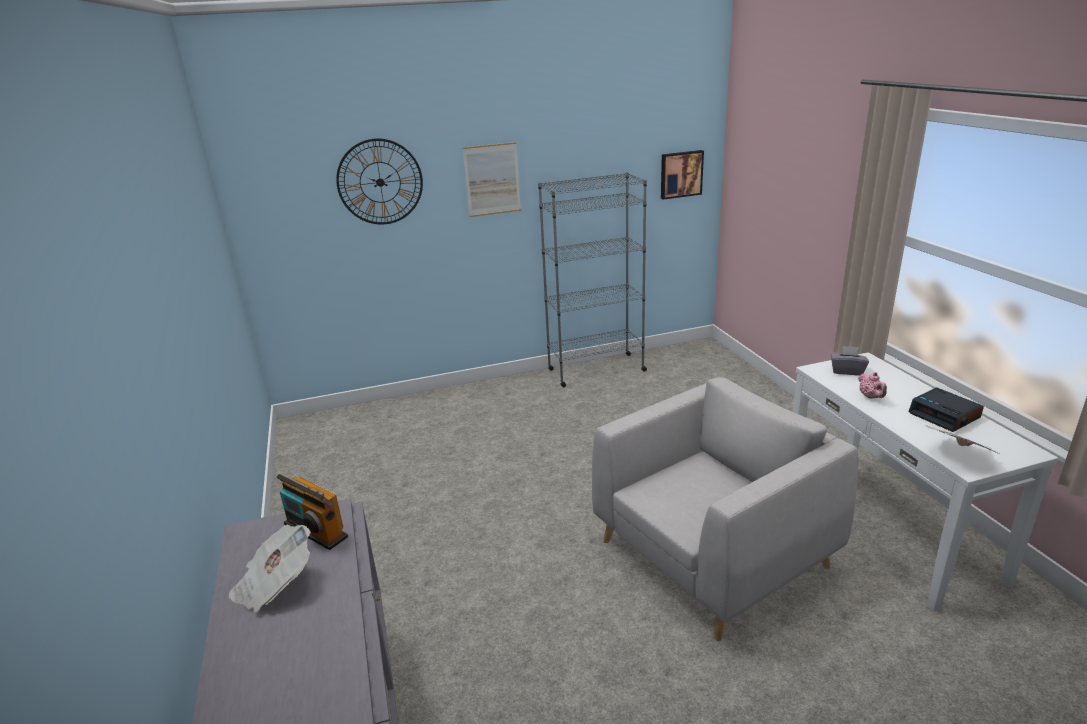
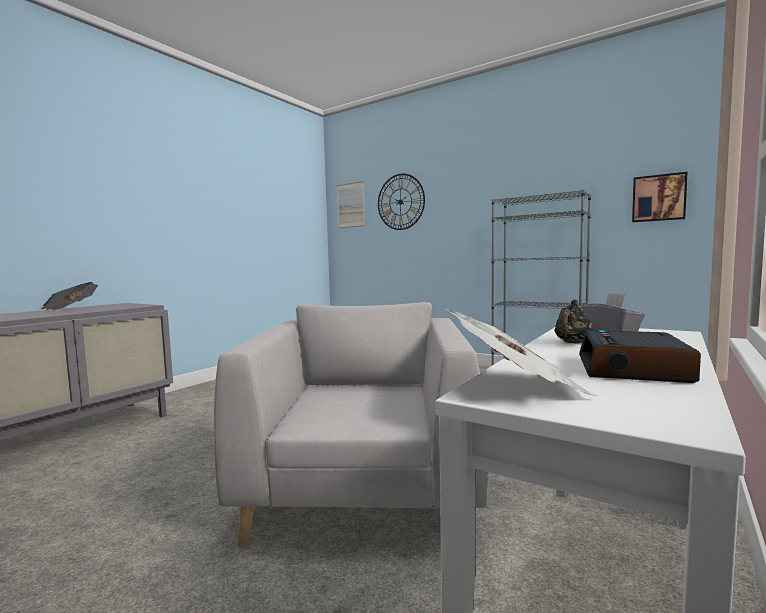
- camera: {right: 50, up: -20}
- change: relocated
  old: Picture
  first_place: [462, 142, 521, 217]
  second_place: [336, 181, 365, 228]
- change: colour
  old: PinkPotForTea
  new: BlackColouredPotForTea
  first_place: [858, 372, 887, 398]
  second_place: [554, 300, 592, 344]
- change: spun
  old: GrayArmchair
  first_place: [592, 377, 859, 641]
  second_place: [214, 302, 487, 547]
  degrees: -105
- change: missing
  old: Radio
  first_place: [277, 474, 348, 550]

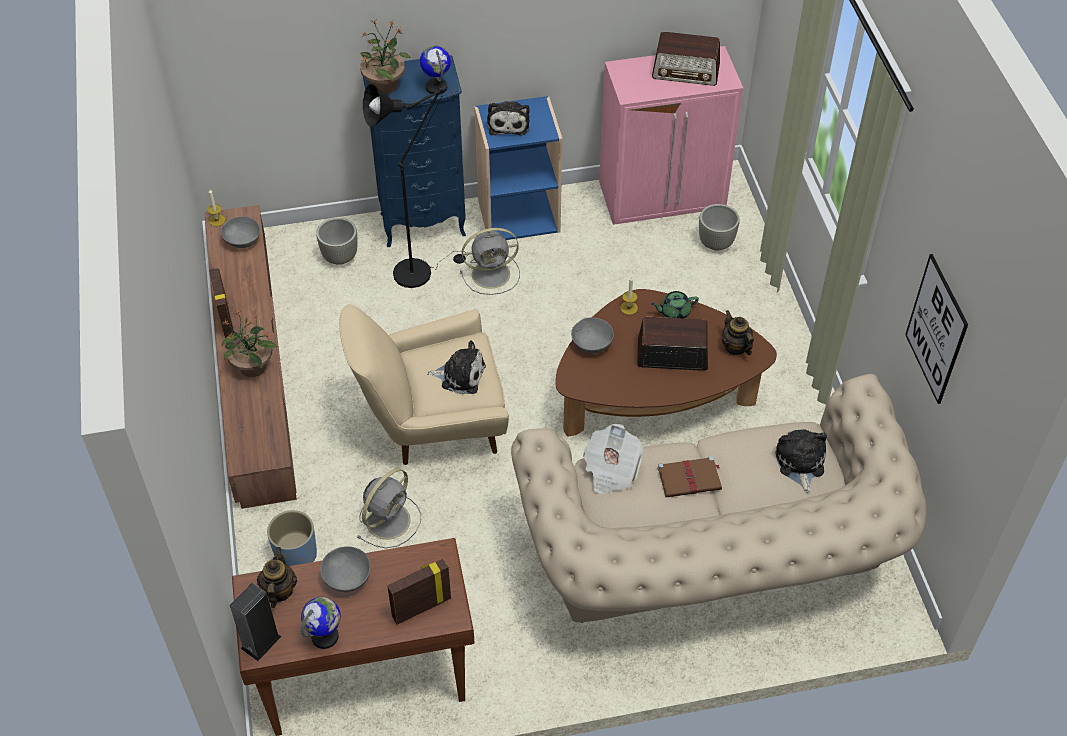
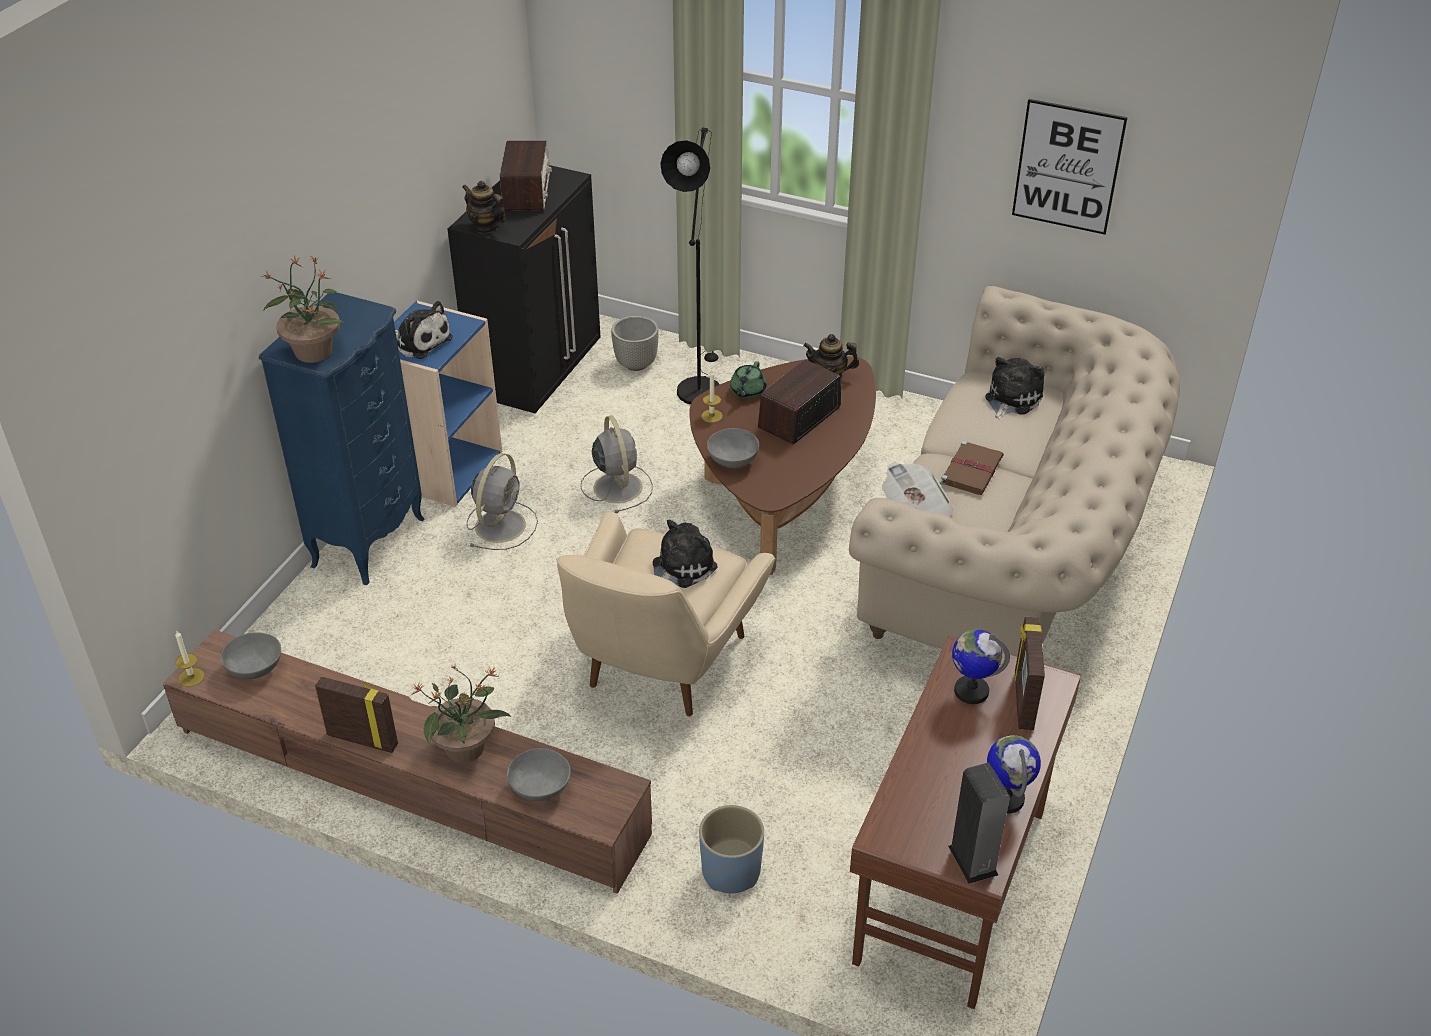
- camera: {right: -55, up: -10}
- change: spun
  old: Radio
  first_place: [652, 32, 720, 86]
  second_place: [500, 141, 552, 211]
  degrees: -45
- change: relocated
  old: DeskGlobe
  first_place: [420, 46, 451, 94]
  second_place: [952, 629, 1010, 704]
- change: colour
  old: PinkCupboard
  new: BlackColouredCupboard
  first_place: [599, 46, 743, 225]
  second_place: [448, 165, 600, 413]
- change: relocated
  old: BlackColouredStandardLamp
  first_place: [363, 84, 466, 288]
  second_place: [660, 128, 720, 405]
- change: missing
  old: GrayPlanter
  first_place: [316, 218, 358, 265]
- change: spun
  old: PlushToy
  first_place: [776, 429, 827, 493]
  second_place: [985, 357, 1044, 420]
  degrees: 90
- change: relocated
  old: GrayElectricFan
  first_place: [356, 468, 421, 548]
  second_place: [581, 415, 653, 513]
- change: relocated
  old: GrayBowl
  first_place: [320, 546, 371, 592]
  second_place: [507, 748, 571, 801]
- change: relocated
  old: PotForTea
  first_place: [257, 547, 297, 608]
  second_place: [462, 181, 506, 234]

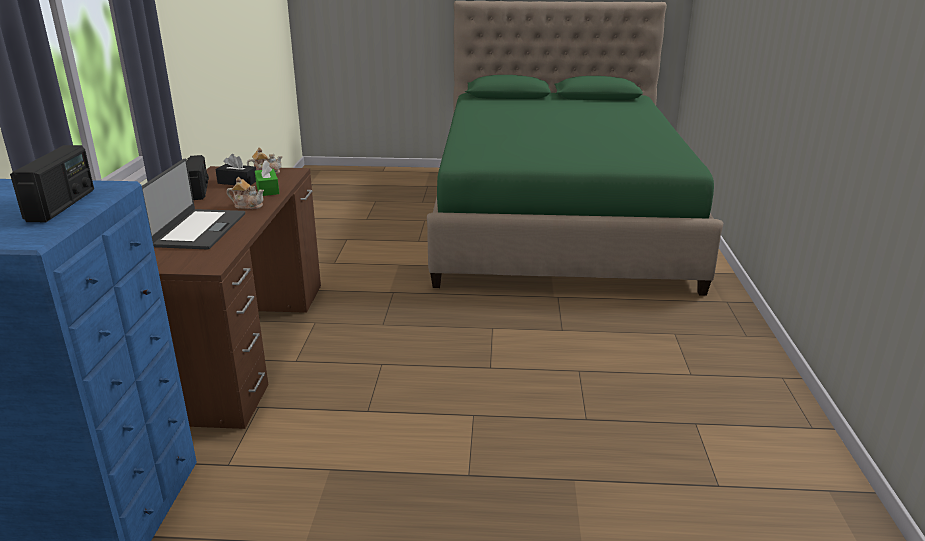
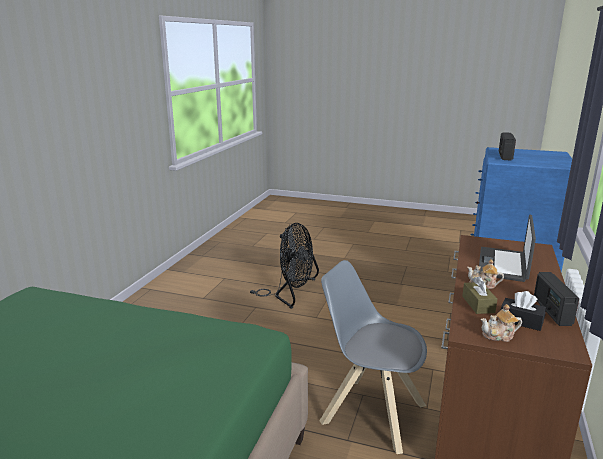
- camera: {right: -165, up: -5}
- change: colour
  old: GreenishTissueBox
  new: BrownTissueBox
  first_place: [255, 160, 279, 196]
  second_place: [462, 276, 497, 314]
- change: appeared
  new: BlackColouredElectricFan
  second_place: [250, 223, 319, 309]
- change: appeared
  new: GrayPlainChair
  second_place: [320, 260, 427, 454]

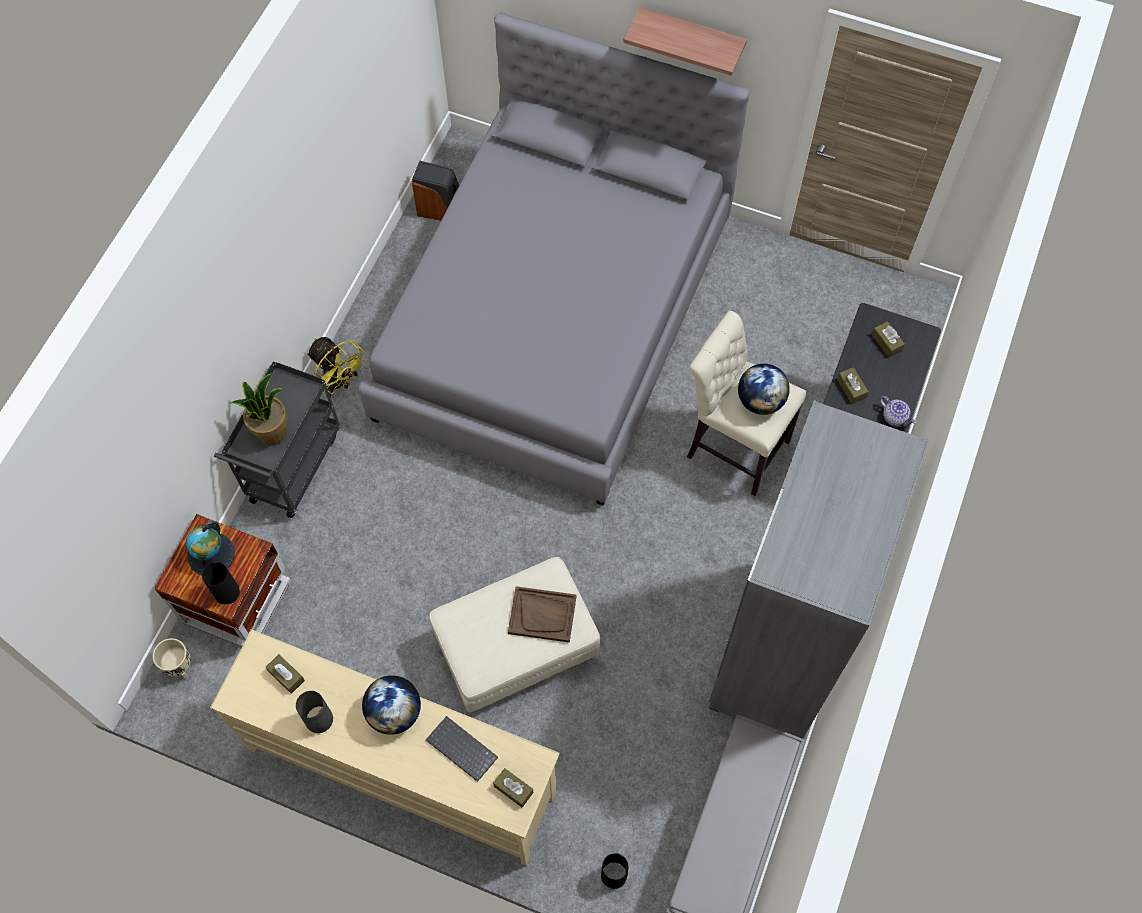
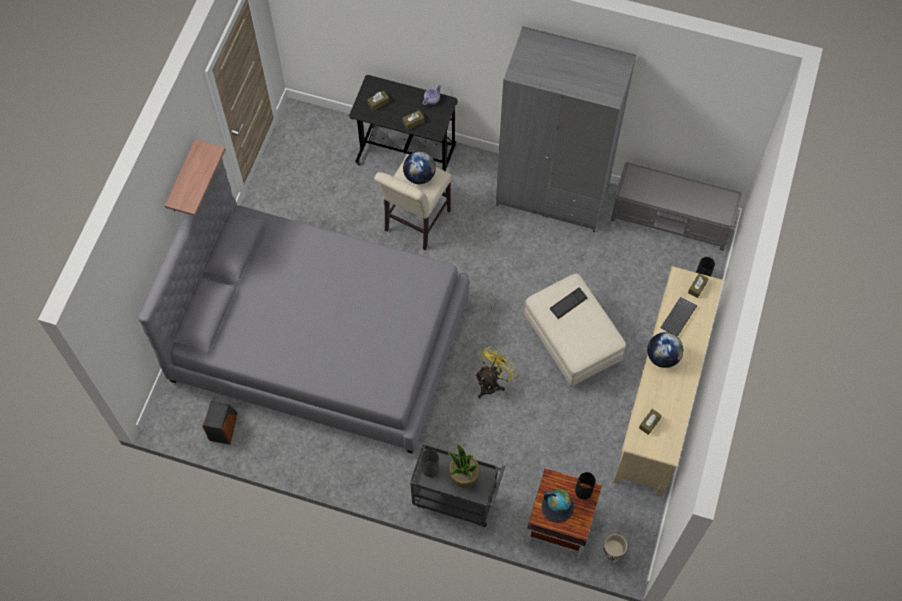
- camera: {right: -95, up: 0}
- change: relocated
  old: YellowElectricFan
  first_place: [307, 337, 366, 397]
  second_place: [475, 346, 517, 399]
- change: exchanged
  old: BrownCarryingTray
  new: PcKeyboard
  first_place: [508, 586, 577, 643]
  second_place: [550, 288, 588, 319]
- change: relocated
  old: GrayDecorativeVase
  first_place: [296, 691, 333, 733]
  second_place: [421, 449, 439, 477]

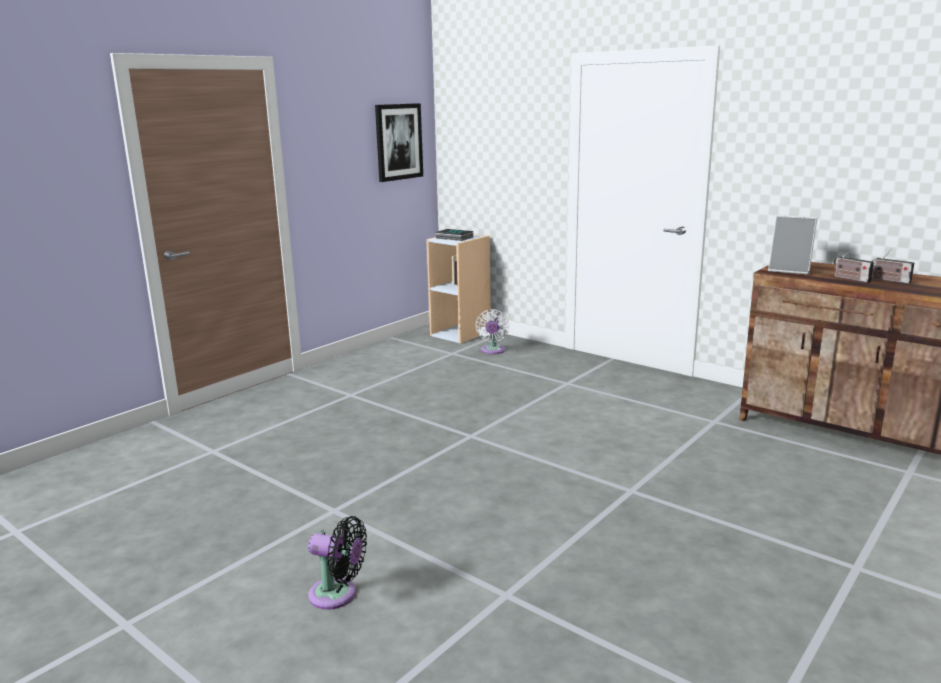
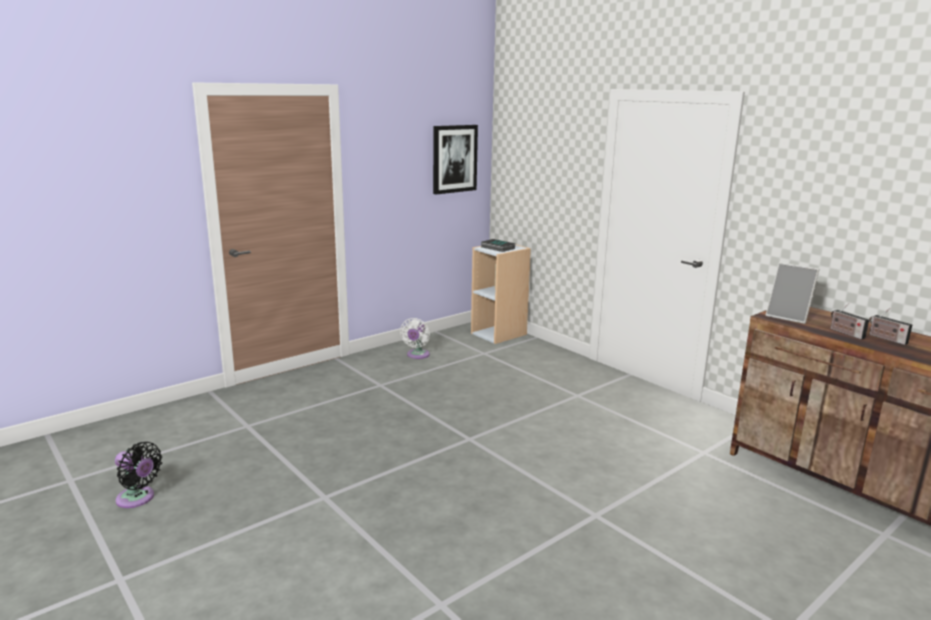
- camera: {right: 10, up: 0}
- change: relocated
  old: WhiteColouredElectricFan
  first_place: [475, 309, 509, 354]
  second_place: [400, 318, 430, 359]
- change: relocated
  old: BlackColouredElectricFan
  first_place: [308, 516, 367, 610]
  second_place: [115, 442, 162, 508]

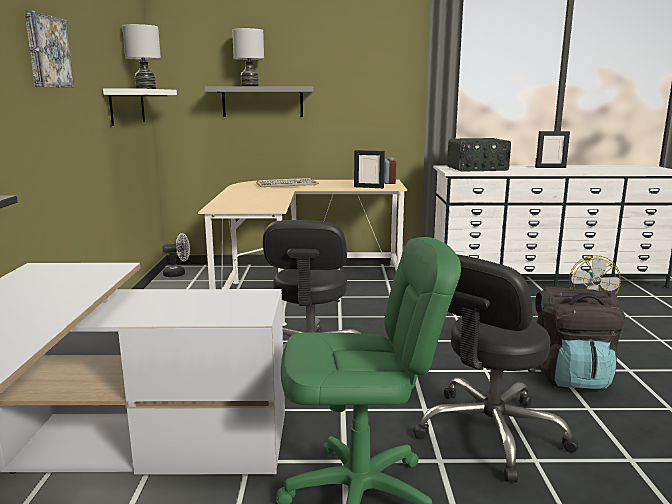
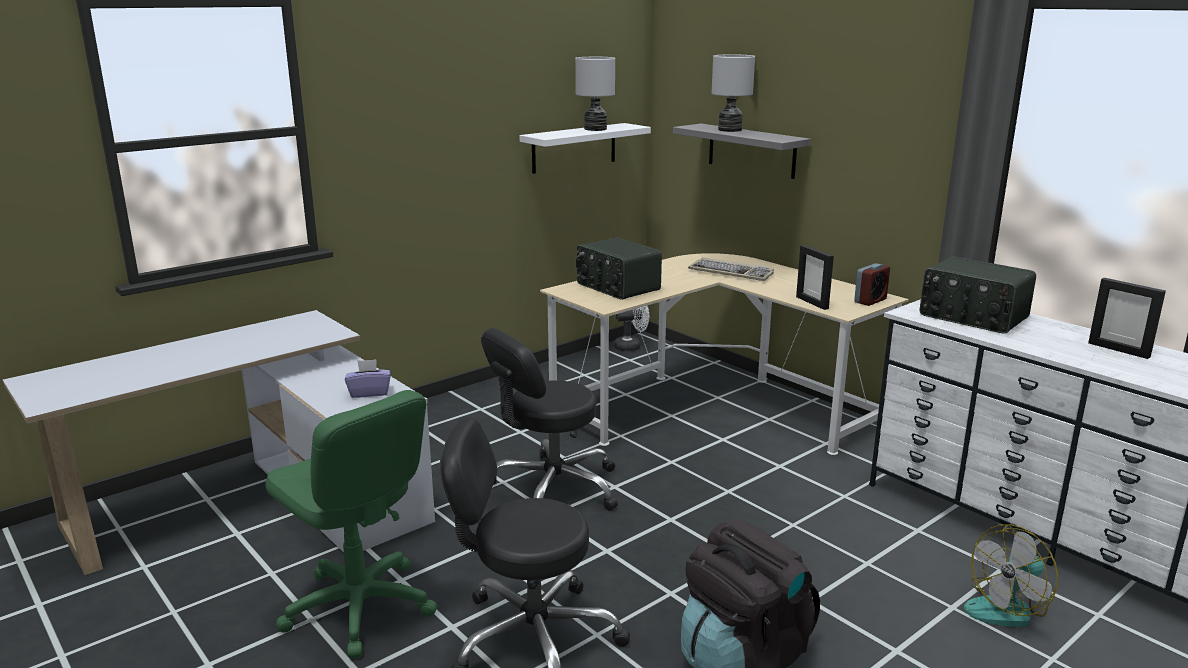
- camera: {right: 50, up: 5}
- change: missing
  old: Picture
  first_place: [25, 11, 74, 88]
- change: spun
  old: WhiteColouredElectricFan
  first_place: [162, 233, 190, 277]
  second_place: [614, 306, 649, 351]
  degrees: -45
- change: appeared
  new: Radio
  second_place: [576, 237, 662, 300]
- change: appeared
  new: PurpleTissueBox
  second_place: [345, 359, 390, 398]

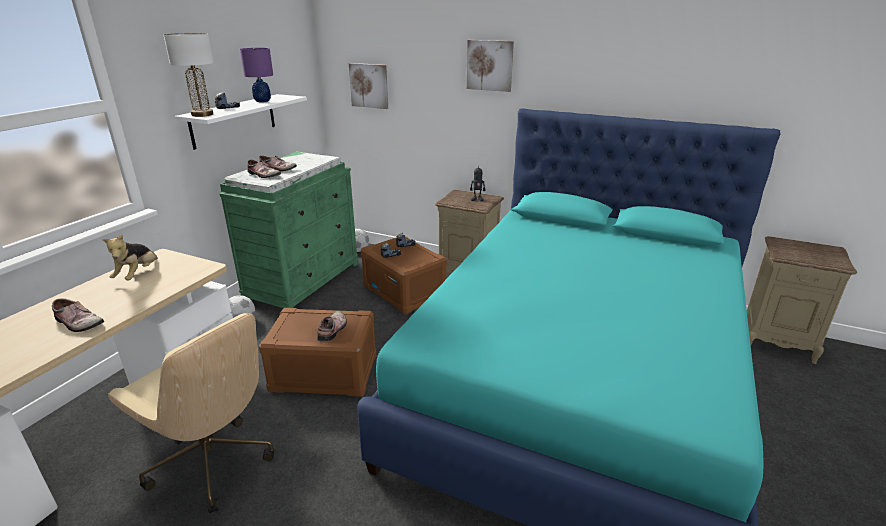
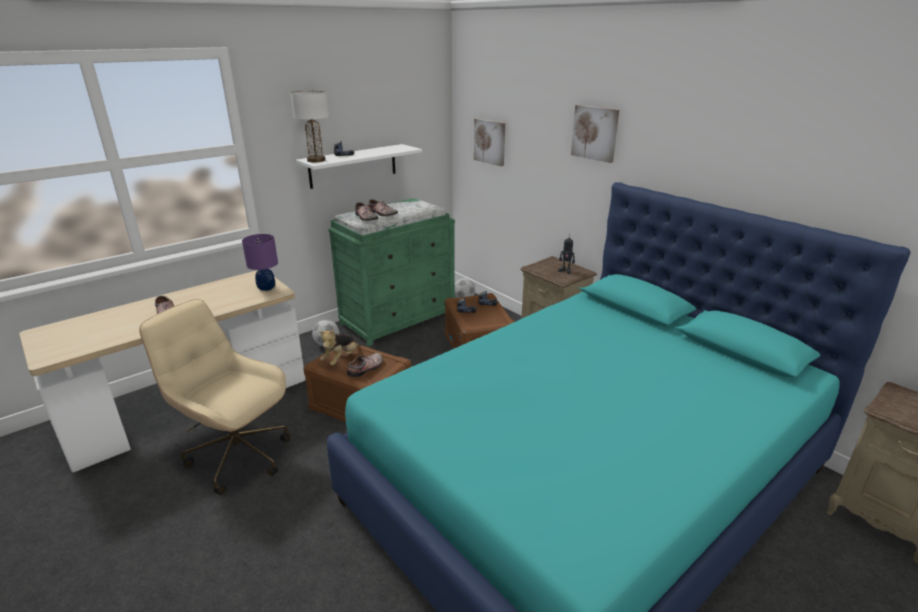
- camera: {right: 25, up: 0}
- change: relocated
  old: PurpleTabletopLamp
  first_place: [240, 48, 273, 102]
  second_place: [242, 234, 278, 291]
- change: relocated
  old: PlushToy
  first_place: [102, 234, 158, 280]
  second_place: [319, 329, 360, 366]
- change: spun
  old: BeigeColouredDeskChair
  first_place: [108, 313, 274, 513]
  second_place: [139, 299, 291, 495]
  degrees: 150

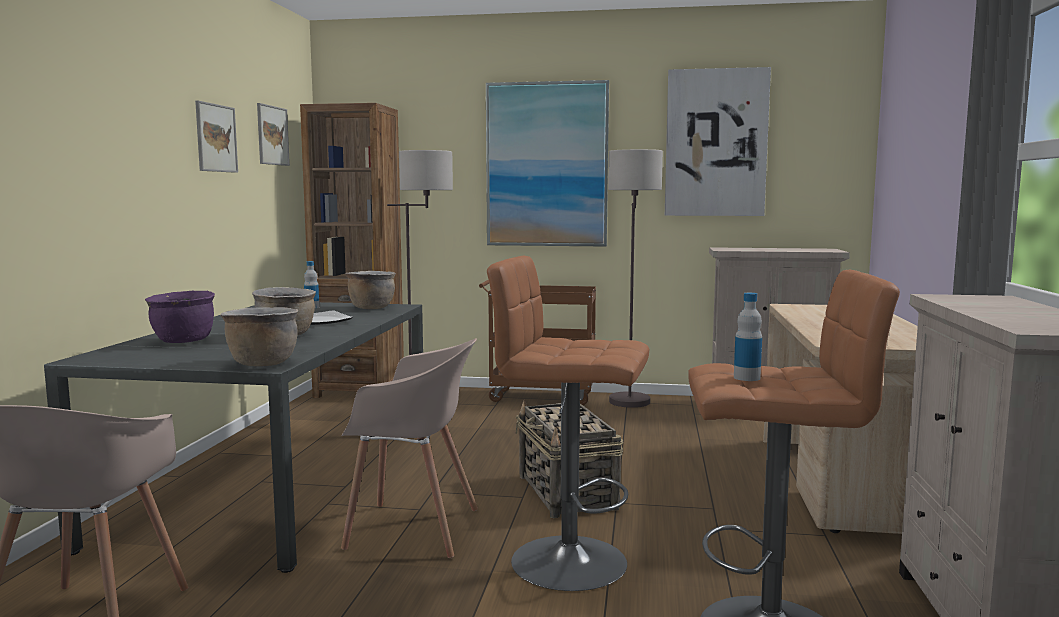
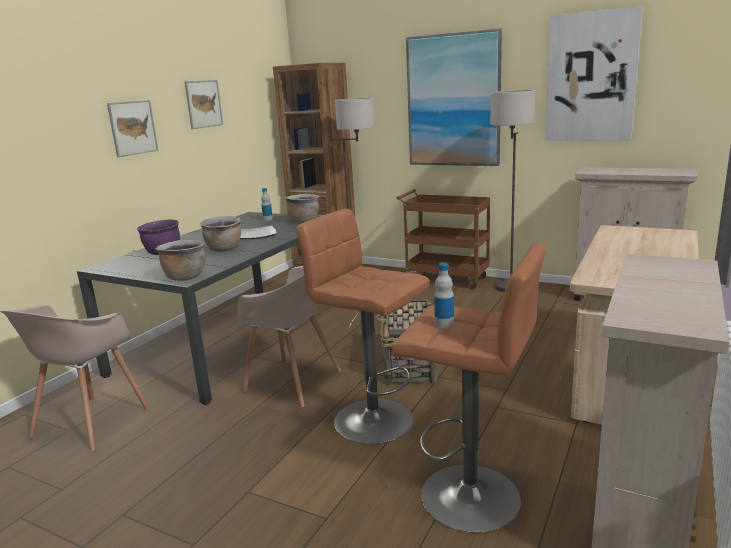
- camera: {right: 20, up: 10}
- change: relocated
  old: Picture
  first_place: [257, 103, 290, 166]
  second_place: [107, 100, 159, 157]

